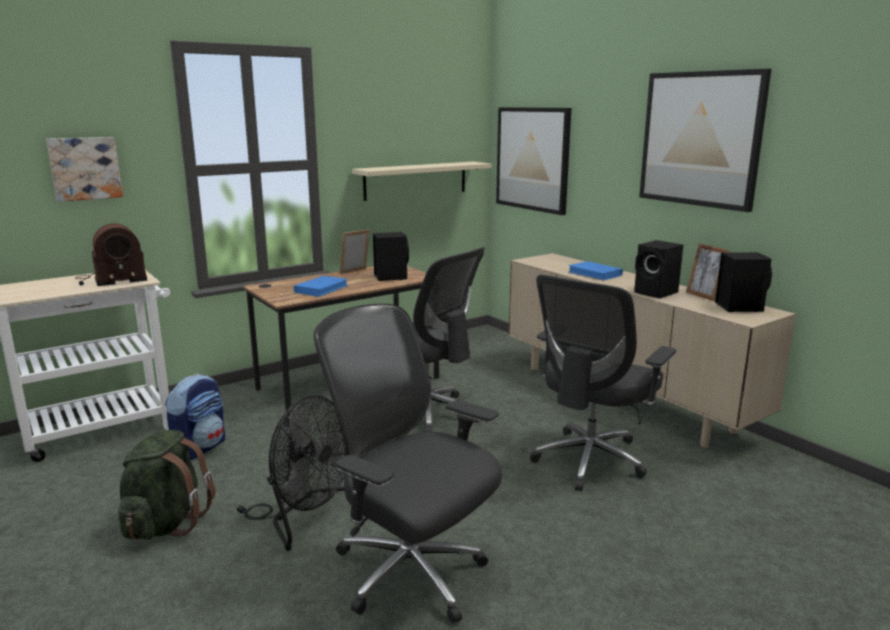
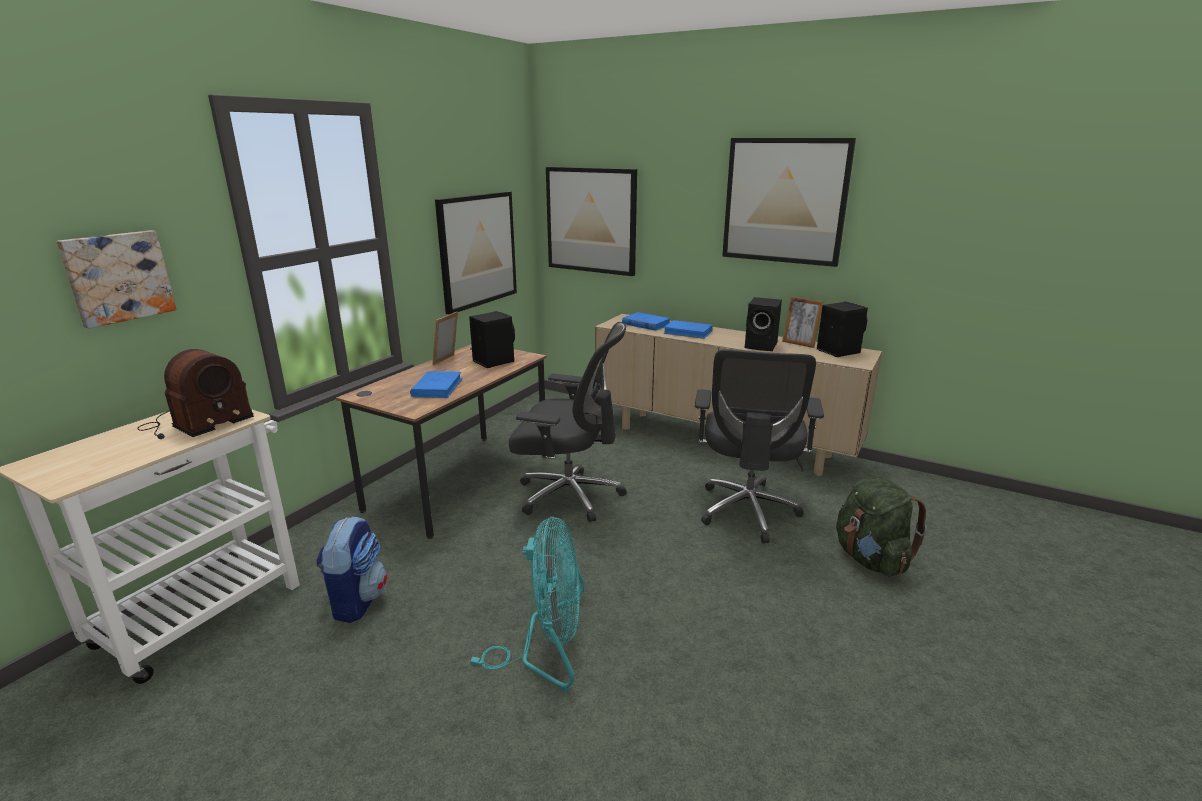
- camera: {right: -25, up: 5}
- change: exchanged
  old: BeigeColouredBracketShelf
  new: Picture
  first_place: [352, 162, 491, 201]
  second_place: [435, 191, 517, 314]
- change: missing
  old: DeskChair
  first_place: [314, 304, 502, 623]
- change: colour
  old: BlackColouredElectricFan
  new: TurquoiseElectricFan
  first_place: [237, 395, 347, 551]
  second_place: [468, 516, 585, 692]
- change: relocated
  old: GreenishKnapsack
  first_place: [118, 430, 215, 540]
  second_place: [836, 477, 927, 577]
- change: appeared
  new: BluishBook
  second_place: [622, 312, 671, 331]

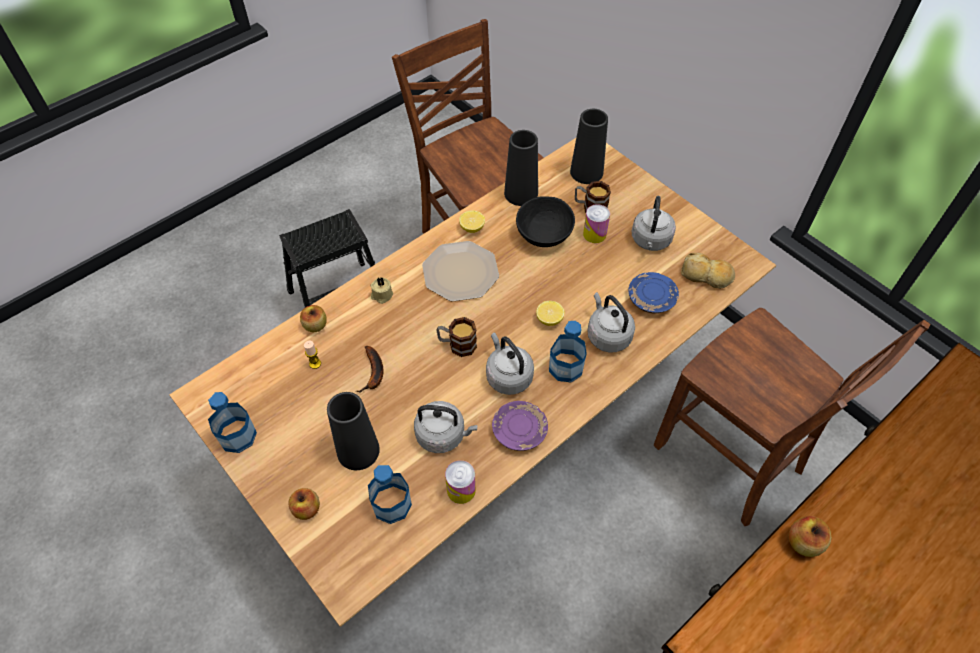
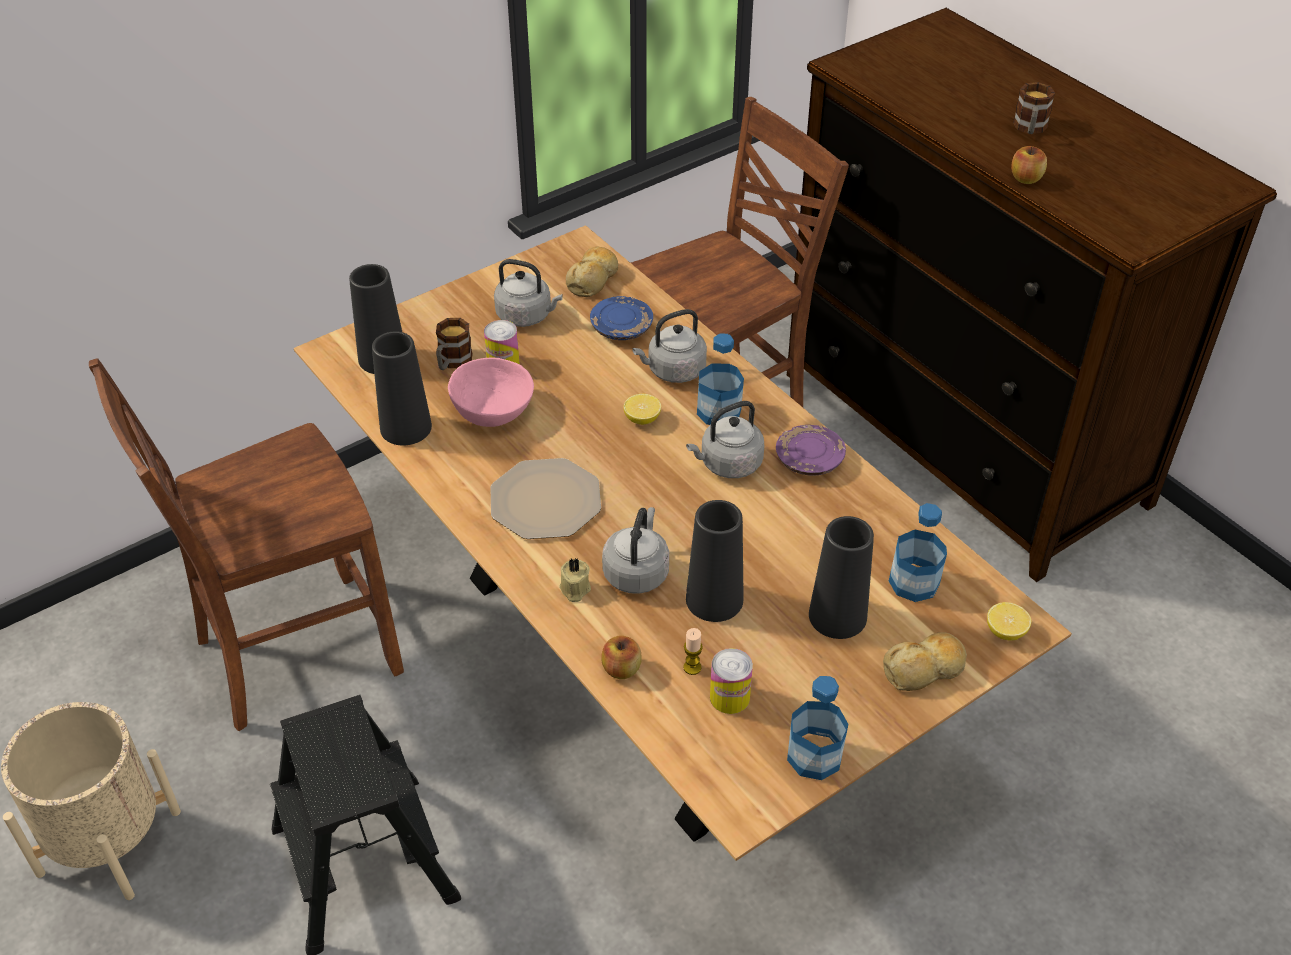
- camera: {right: -85, up: -10}
- change: colour
  old: BlackColouredBowl
  new: PinkBowl
  first_place: [516, 196, 575, 247]
  second_place: [448, 358, 534, 427]
- change: relocated
  old: Lemon
  first_place: [459, 210, 485, 233]
  second_place: [987, 602, 1031, 641]
- change: relocated
  old: Mug
  first_place: [436, 317, 477, 357]
  second_place: [1013, 82, 1055, 134]
- change: exchanged
  old: WholeBanana
  new: BlackColouredDecorativeVase
  first_place: [356, 346, 384, 393]
  second_place: [686, 500, 743, 622]
- change: relocated
  old: GrayWaterKettle
  first_place: [414, 401, 477, 453]
  second_place: [602, 507, 669, 594]
- change: relocated
  old: Can
  first_place: [445, 460, 476, 504]
  second_place: [710, 648, 753, 714]
- change: exchanged
  old: AppleFruit
  new: Bread
  first_place: [288, 488, 320, 520]
  second_place: [883, 632, 967, 691]
- change: appeared
  new: BeigeColouredPlanter
  second_place: [1, 702, 181, 900]

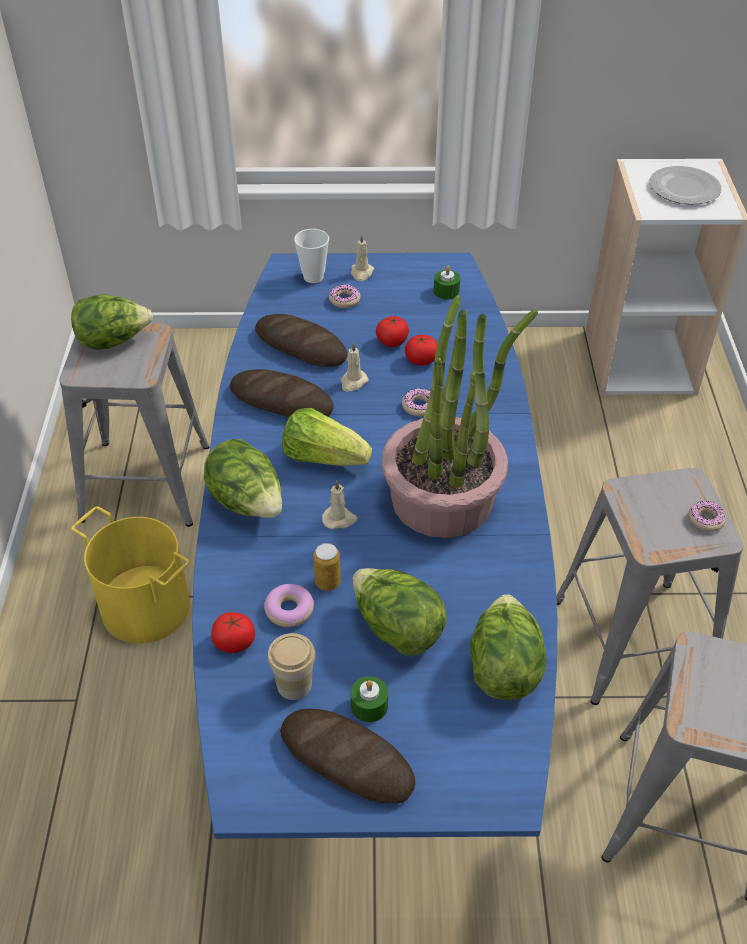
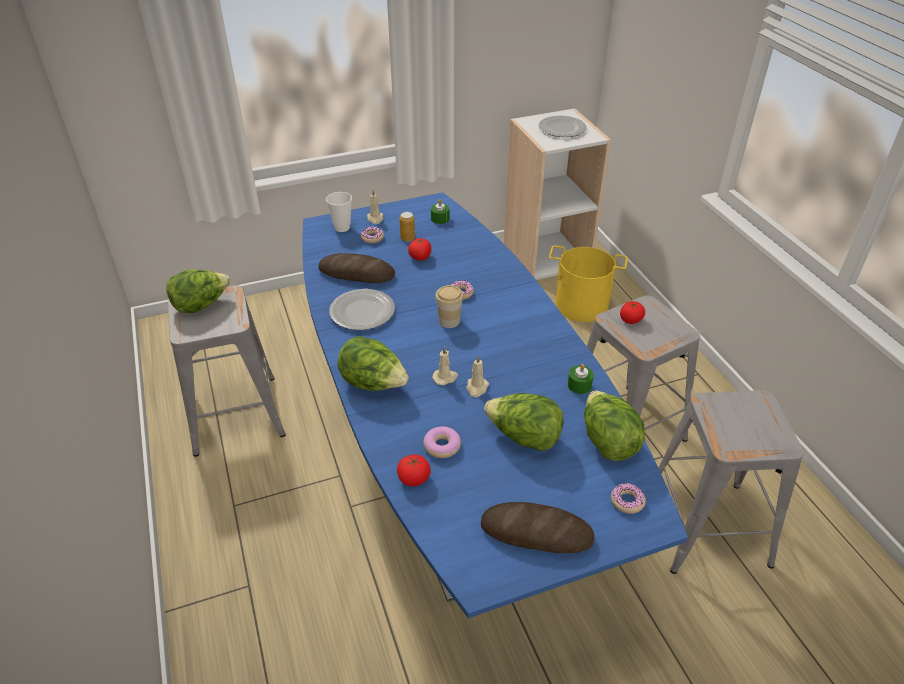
- camera: {right: -20, up: -5}
- change: missing
  old: PottedPlant
  first_place: [382, 295, 538, 538]
- change: relocated
  old: Tomato
  first_place: [405, 335, 438, 366]
  second_place: [620, 301, 645, 324]
- change: relocated
  old: BeigeColouredCandle
  first_place: [340, 342, 369, 392]
  second_place: [466, 355, 489, 397]
- change: exchanged
  old: Bread
  new: FlatDish
  first_place: [230, 369, 334, 417]
  second_place: [329, 289, 395, 330]
- change: missing
  old: HeadOfLettuce
  first_place: [282, 408, 372, 466]
- change: relocated
  old: RingDoughnut
  first_place: [688, 501, 726, 532]
  second_place: [611, 483, 646, 514]
- change: relocated
  old: YellowWaterBucket
  first_place: [71, 506, 190, 644]
  second_place: [549, 245, 628, 322]
- change: relocated
  old: Can
  first_place: [313, 543, 341, 591]
  second_place: [399, 212, 415, 242]
- change: relocated
  old: DrinkingCup
  first_place: [267, 633, 316, 700]
  second_place: [435, 285, 464, 328]
- change: relocated
  old: GreenishCandle
  first_place: [351, 676, 388, 722]
  second_place: [567, 364, 594, 394]

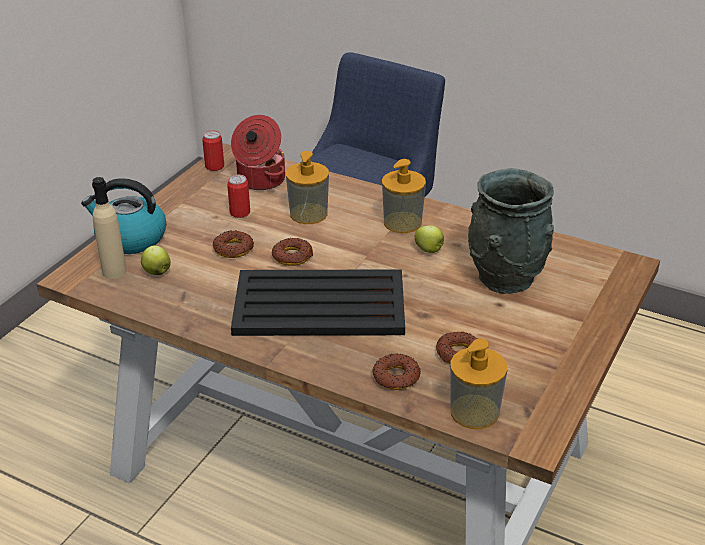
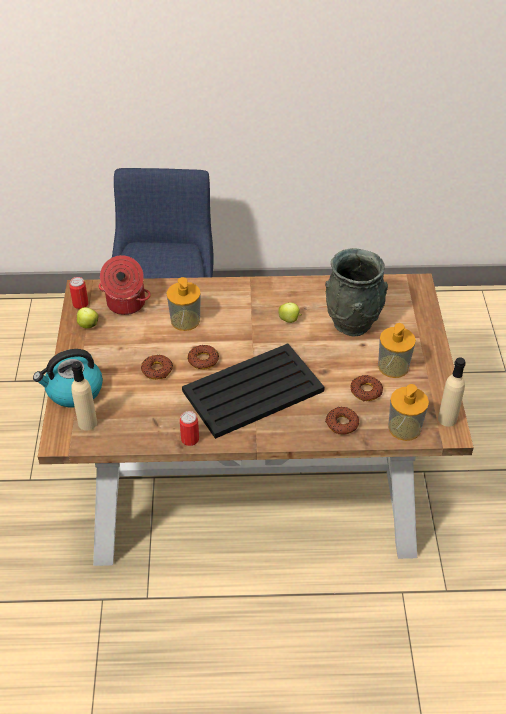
- camera: {right: -30, up: 10}
- change: relocated
  old: SoapBottle
  first_place: [382, 159, 426, 233]
  second_place: [378, 323, 416, 378]
- change: relocated
  old: Can
  first_place: [227, 175, 250, 218]
  second_place: [180, 411, 199, 446]
- change: relocated
  old: AppleFruit
  first_place: [141, 245, 171, 275]
  second_place: [76, 307, 99, 328]
- change: appeared
  new: BeigeColouredBeverageBottle
  second_place: [438, 357, 466, 427]

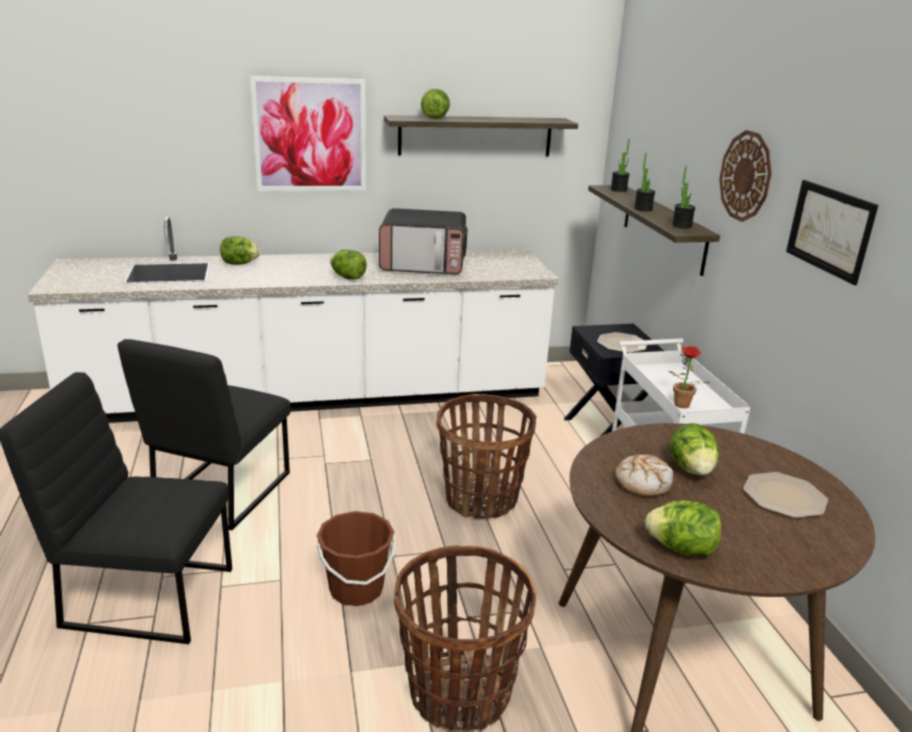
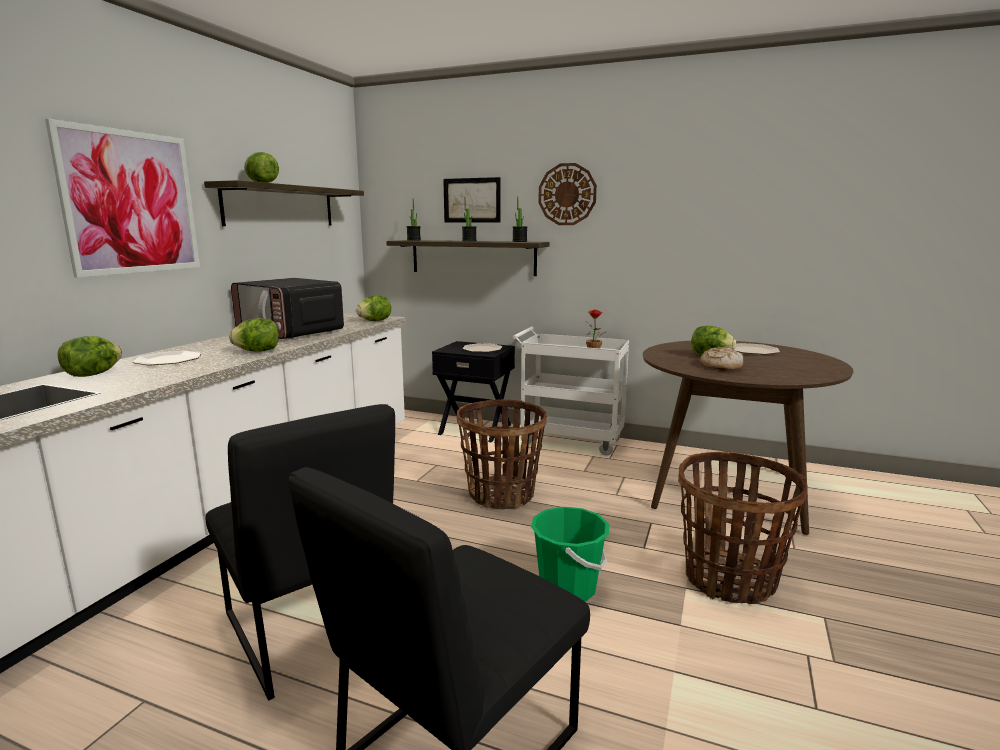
- camera: {right: -55, up: -10}
- change: relocated
  old: Picture
  first_place: [786, 180, 878, 285]
  second_place: [443, 177, 500, 223]
- change: spun
  old: Microwave
  first_place: [379, 208, 467, 274]
  second_place: [231, 278, 344, 339]
  degrees: 90
- change: relocated
  old: HeadOfLettuce
  first_place: [645, 500, 722, 556]
  second_place: [356, 295, 391, 321]
- change: colour
  old: BrownWaterBucket
  new: GreenishWaterBucket
  first_place: [317, 511, 396, 606]
  second_place: [531, 507, 609, 601]
- change: appeared
  new: FlatDish
  second_place: [133, 351, 201, 365]

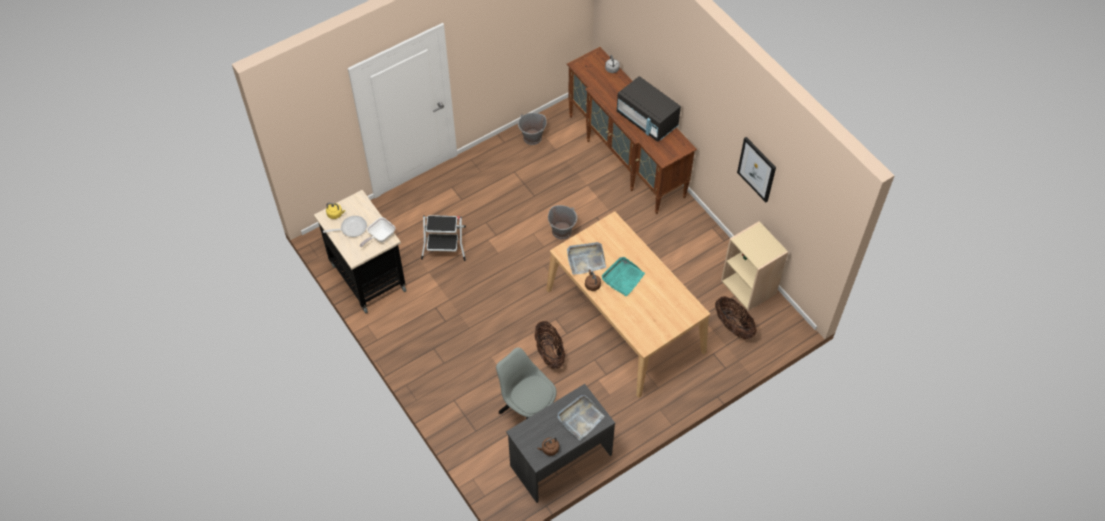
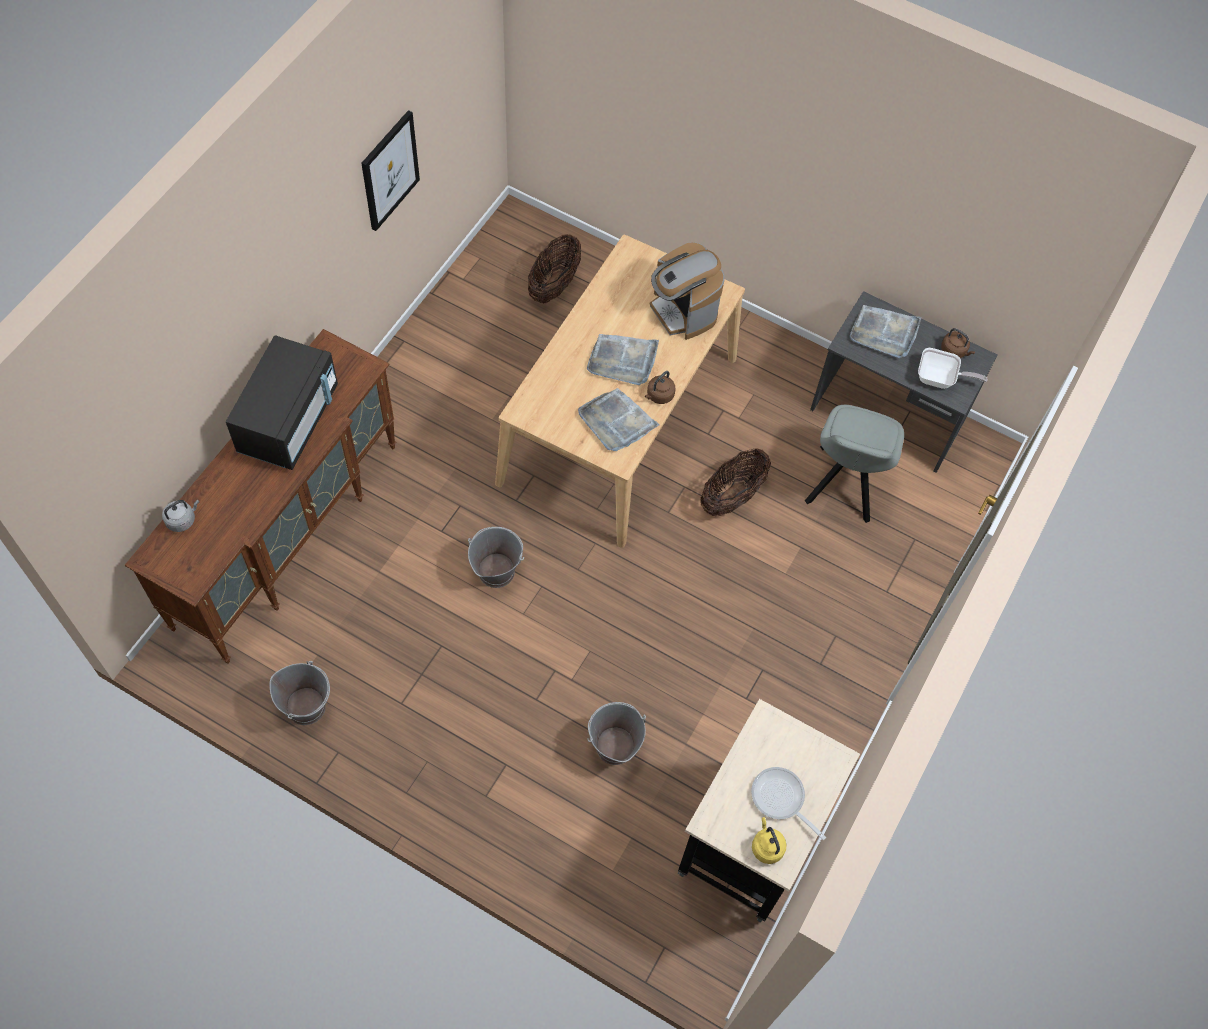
- camera: {right: -120, up: 5}
- change: exchanged
  old: StepStool
  new: GrayWaterBucket
  first_place: [421, 215, 466, 261]
  second_place: [587, 702, 646, 765]
- change: relocated
  old: FryingPan
  first_place: [359, 217, 396, 247]
  second_place: [918, 348, 987, 389]
- change: missing
  old: BeigeColouredBookshelf
  first_place: [721, 221, 788, 311]
- change: colour
  old: TurquoiseCarryingTray
  new: GrayCarryingTray
  first_place: [602, 257, 645, 297]
  second_place: [587, 334, 659, 385]
- change: appeared
  new: CoffeeBrewer
  second_place: [650, 242, 725, 340]

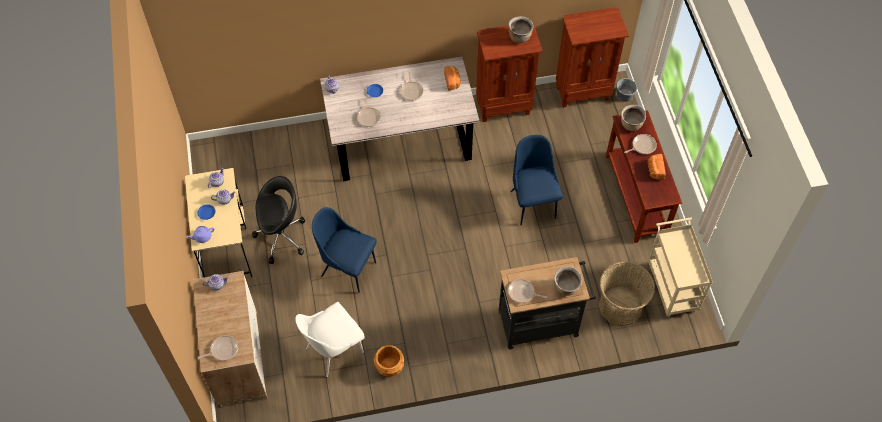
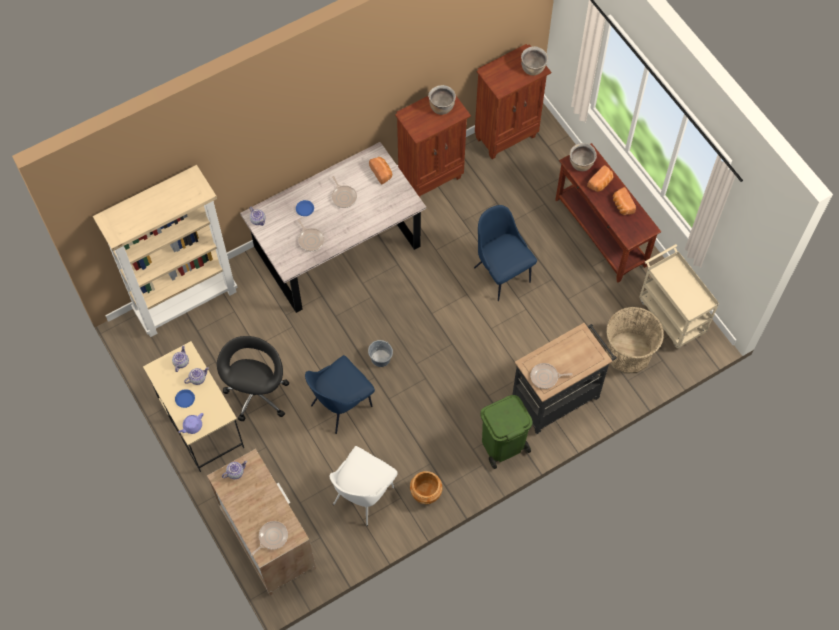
- camera: {right: -20, up: 5}
- change: relocated
  old: GrayWaterBucket
  first_place: [616, 78, 637, 102]
  second_place: [368, 340, 393, 367]
- change: exchanged
  old: FryingPan
  new: Bread
  first_place: [624, 134, 657, 154]
  second_place: [587, 165, 614, 192]
- change: spun
  old: BlackColouredDeskChair
  first_place: [252, 176, 305, 264]
  second_place: [217, 336, 289, 422]
  degrees: -45
- change: spun
  old: BluishPlainChair
  first_place: [312, 207, 377, 293]
  second_place: [305, 355, 375, 434]
  degrees: -45
- change: relocated
  old: BrownCookingPot
  first_place: [554, 266, 582, 296]
  second_place: [521, 46, 548, 76]
- change: appeared
  new: BeigeColouredBookshelf
  second_place: [93, 165, 238, 337]
- change: appeared
  new: GreenishWasteBin
  second_place: [480, 395, 533, 469]

